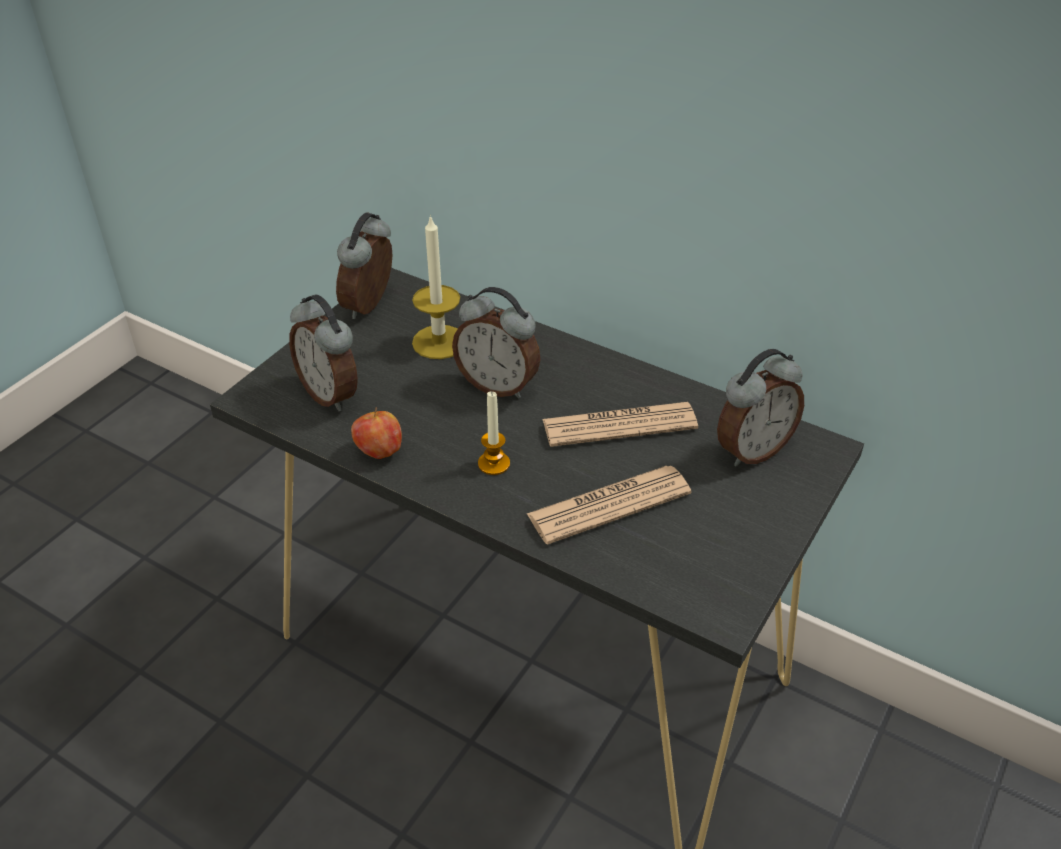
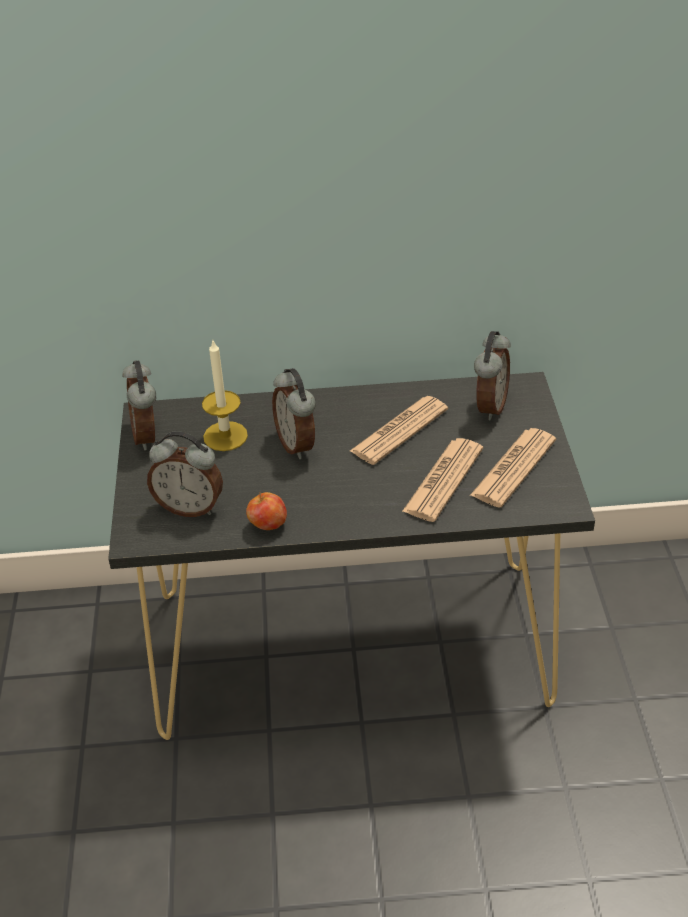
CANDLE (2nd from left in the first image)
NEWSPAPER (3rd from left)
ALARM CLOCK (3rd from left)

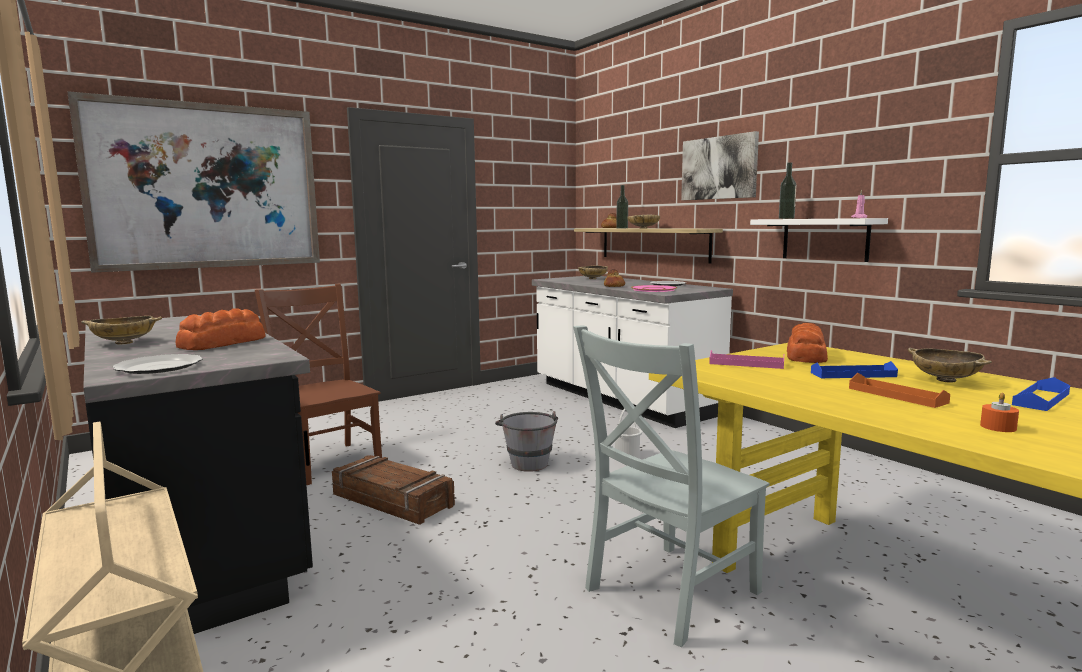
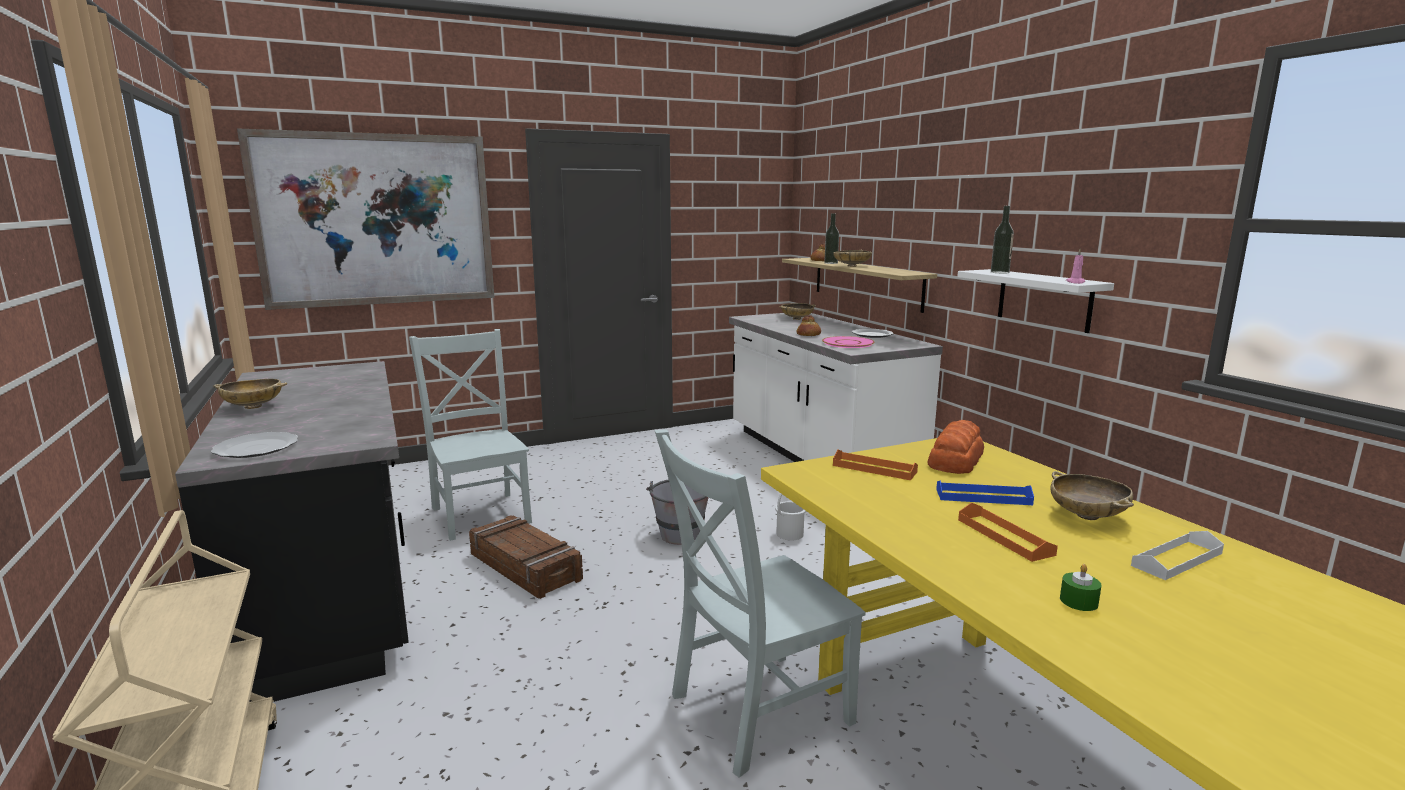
BREAD (1st from left in the first image)
PICTURE (2nd from left in the first image)
GREY CHAIR (1st from left)
ORANGE TRAY (1st from left)
GREEN CANDLE
WHITE TRAY

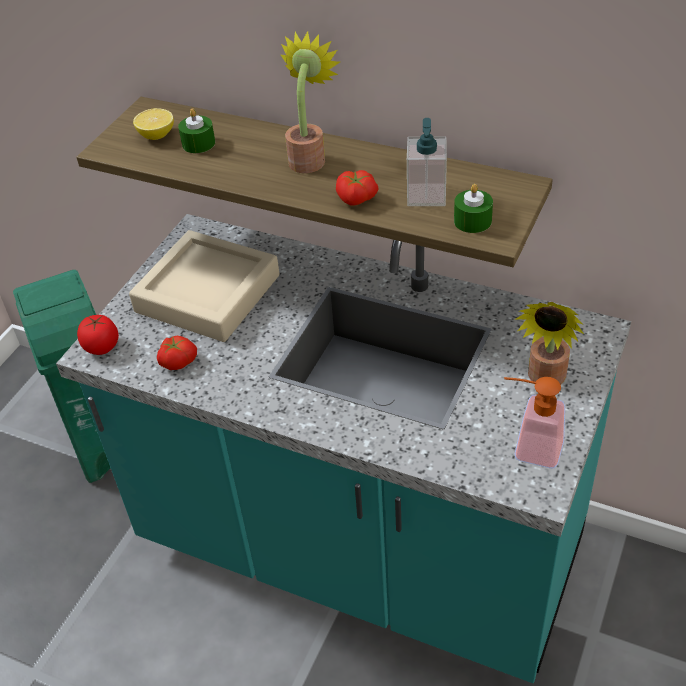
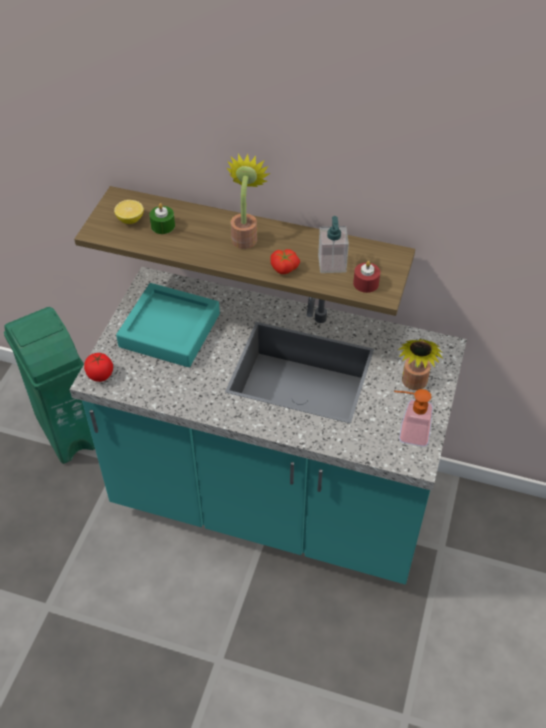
TOMATO (2nd from left in the first image)
TURQUOISE TRAY
RED CANDLE

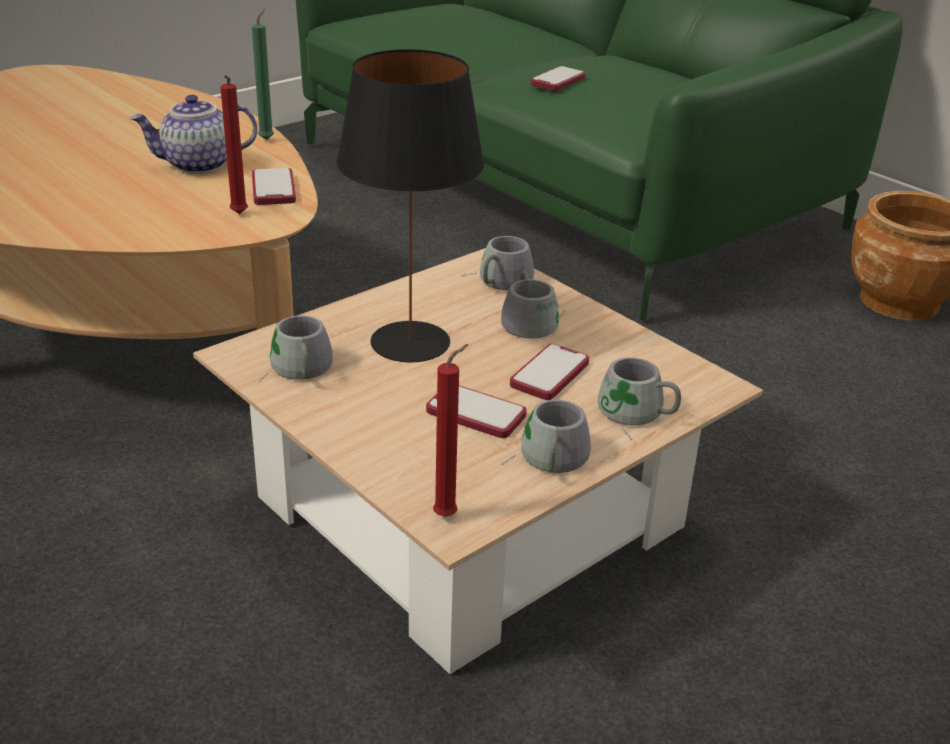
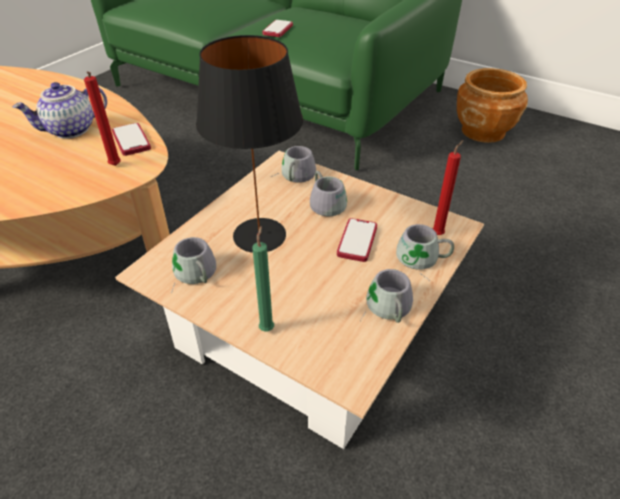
PHONE (2nd from left in the first image)
GREEN CANDLE
RED CANDLE (2nd from left)

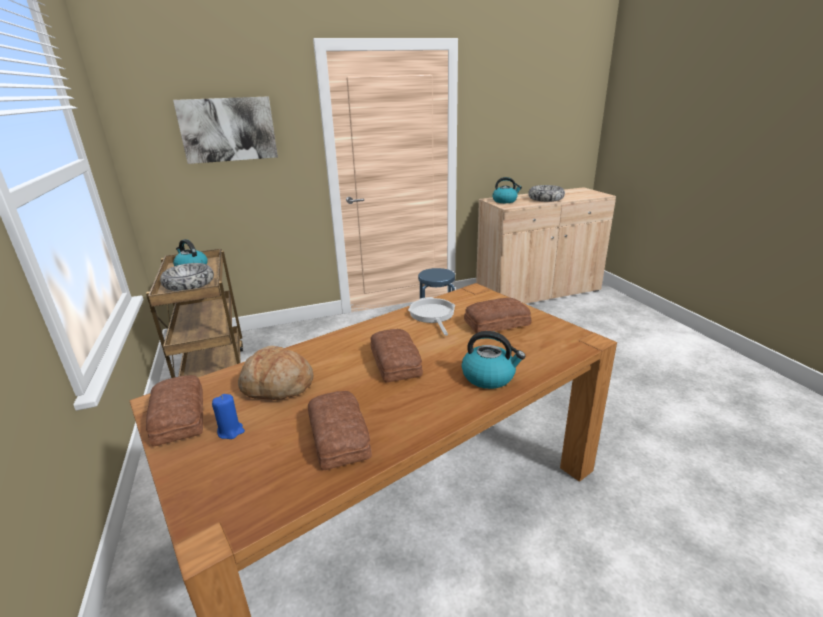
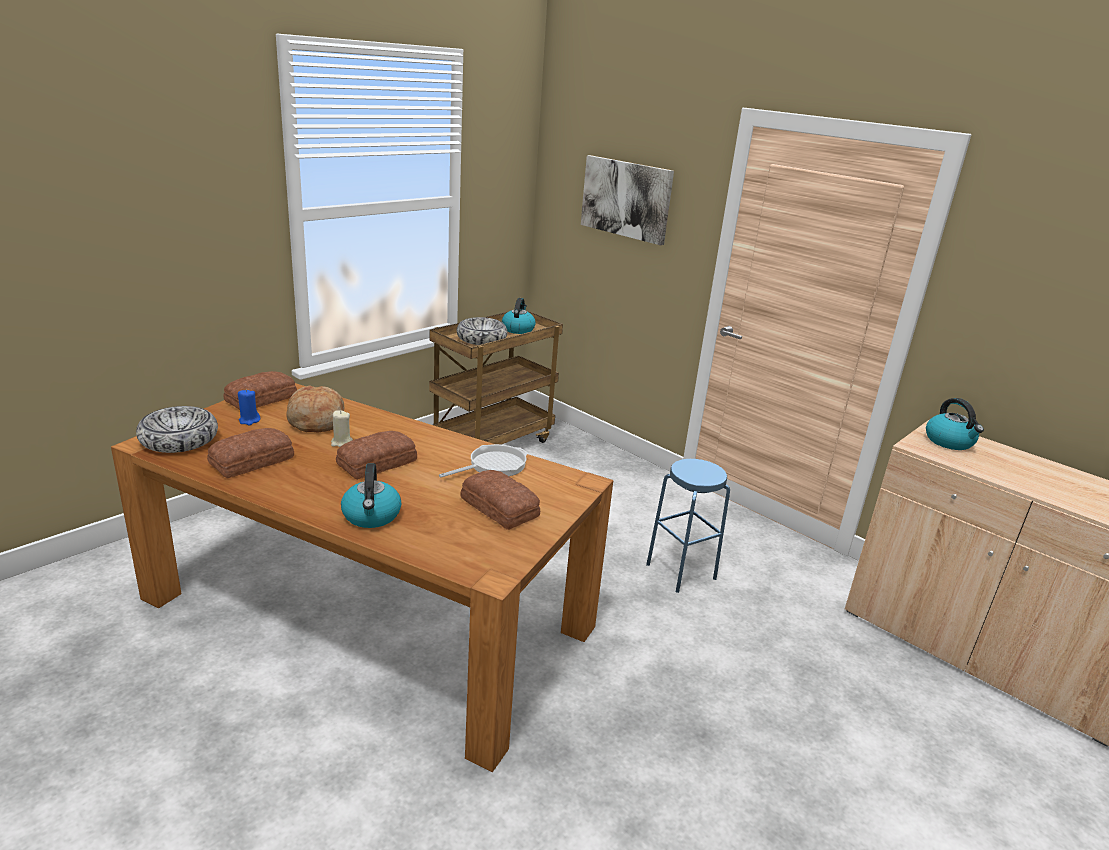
BEIGE CANDLE
BOWL (1st from left)

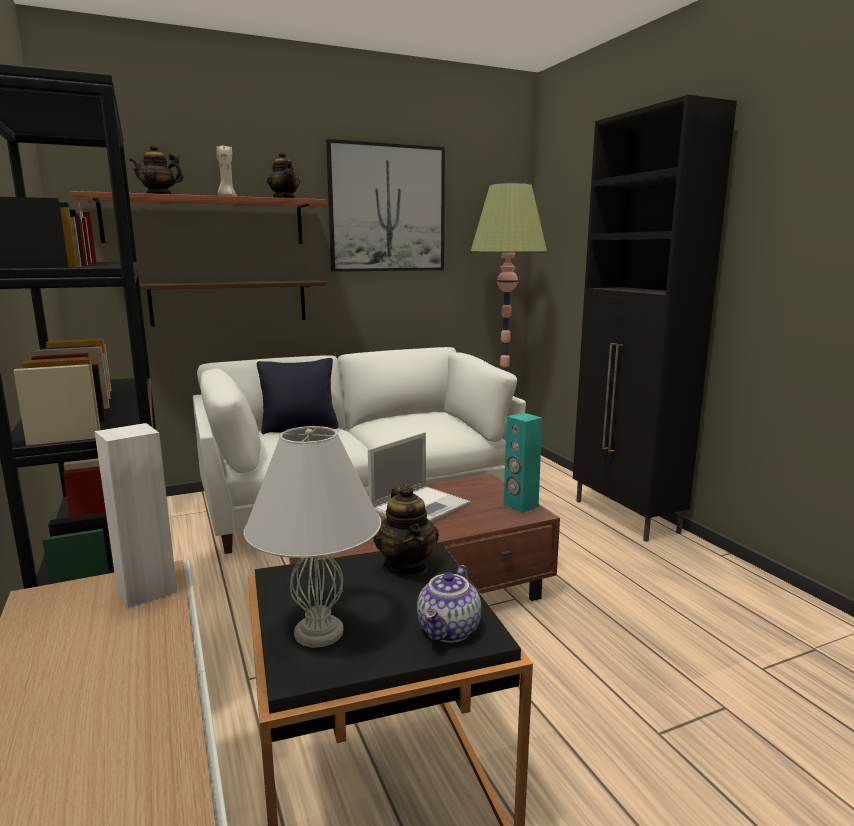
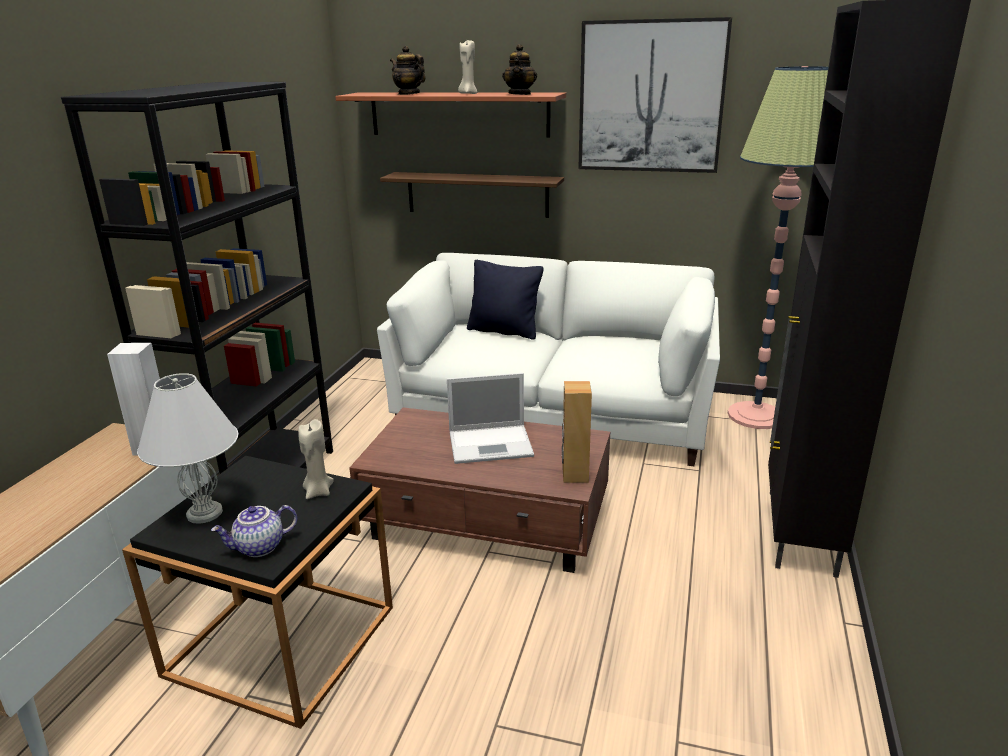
BEIGE CANDLE (1st from left)
BROWN SPEAKER

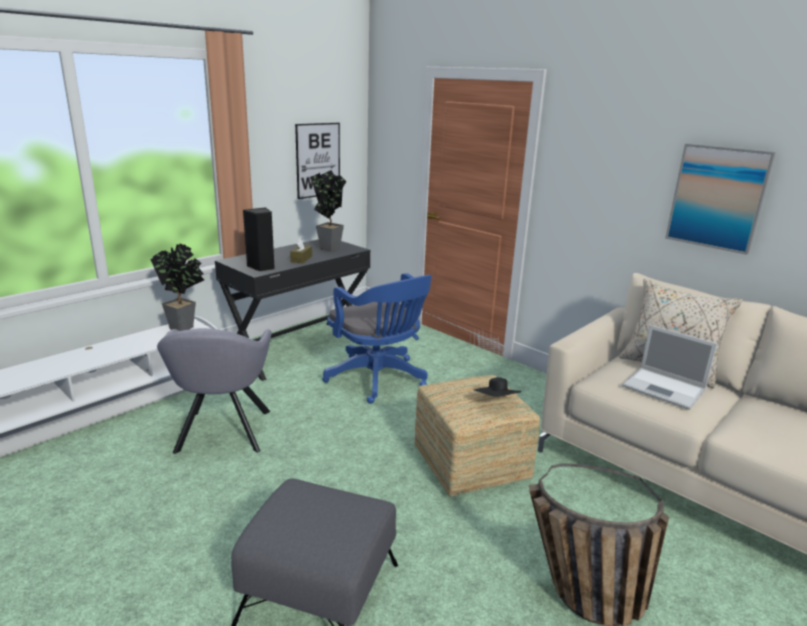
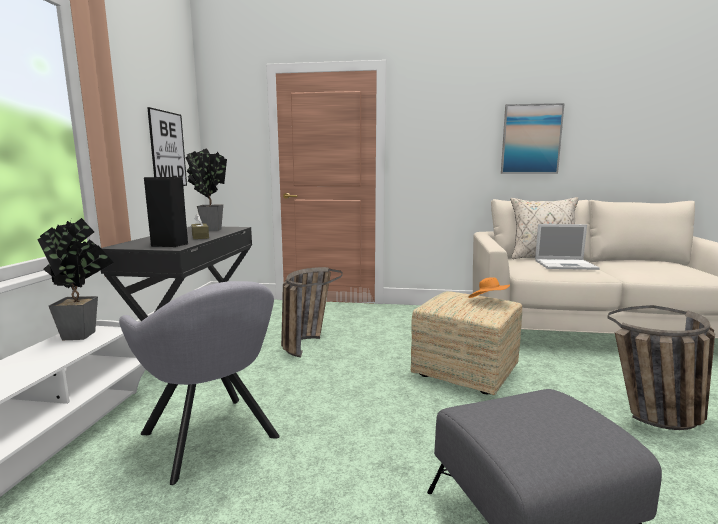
BASKET (1st from left)
ORANGE HAT

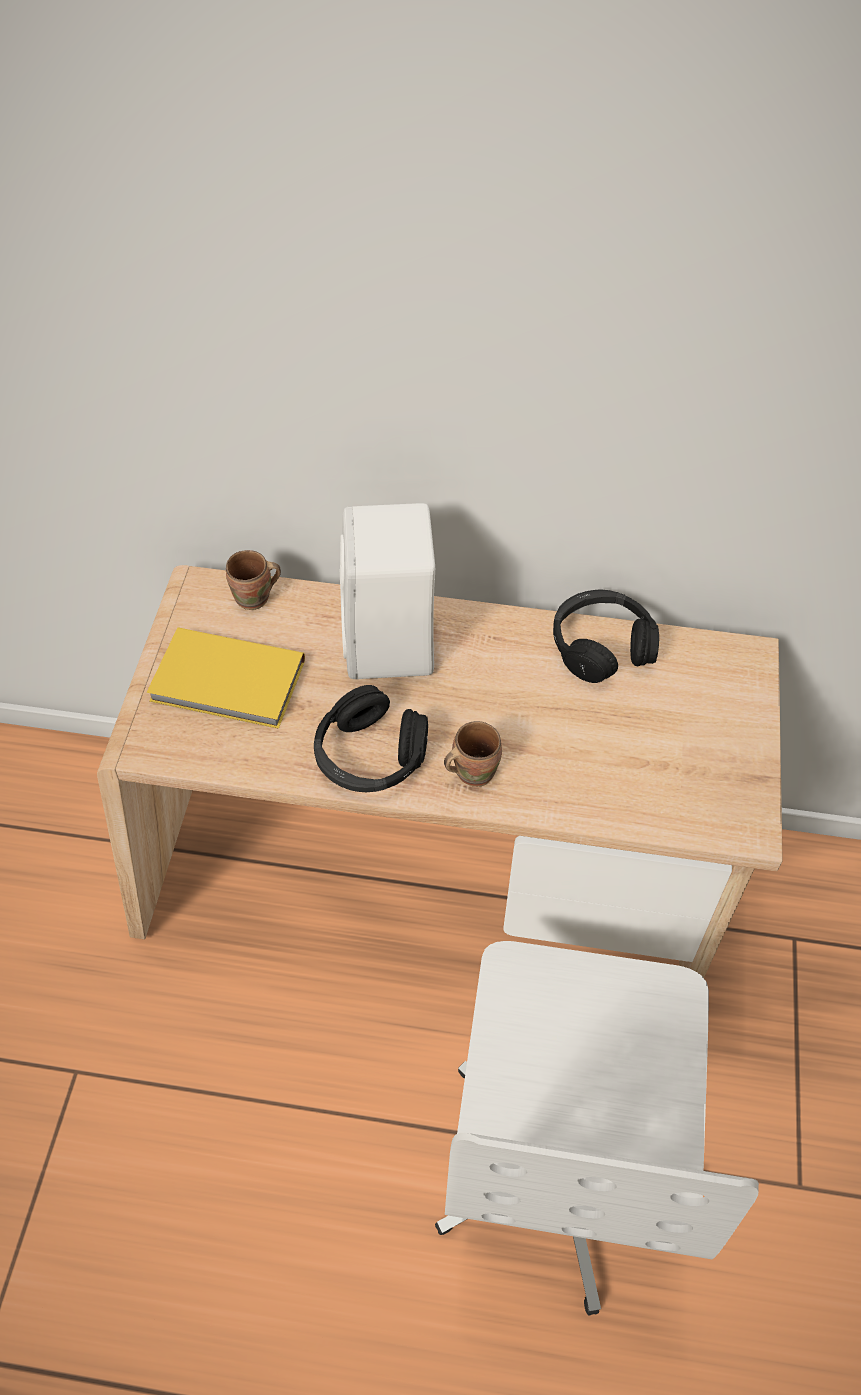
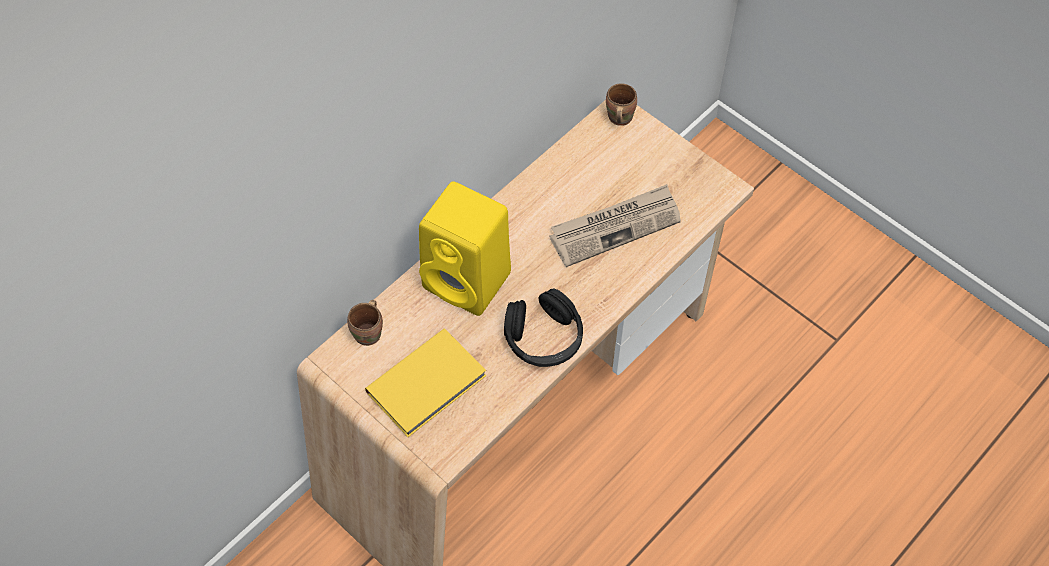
WHITE OFFICE CHAIR
BLACK HEADPHONES (2nd from left in the first image)
NEWSPAPER
BROWN MUG (2nd from left)
YELLOW SPEAKER

